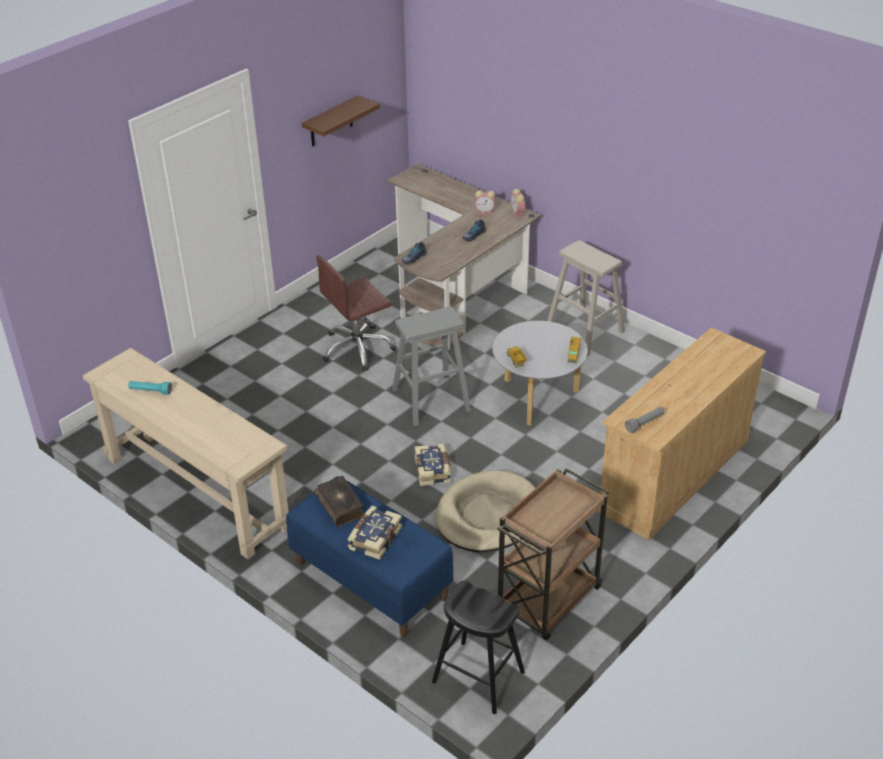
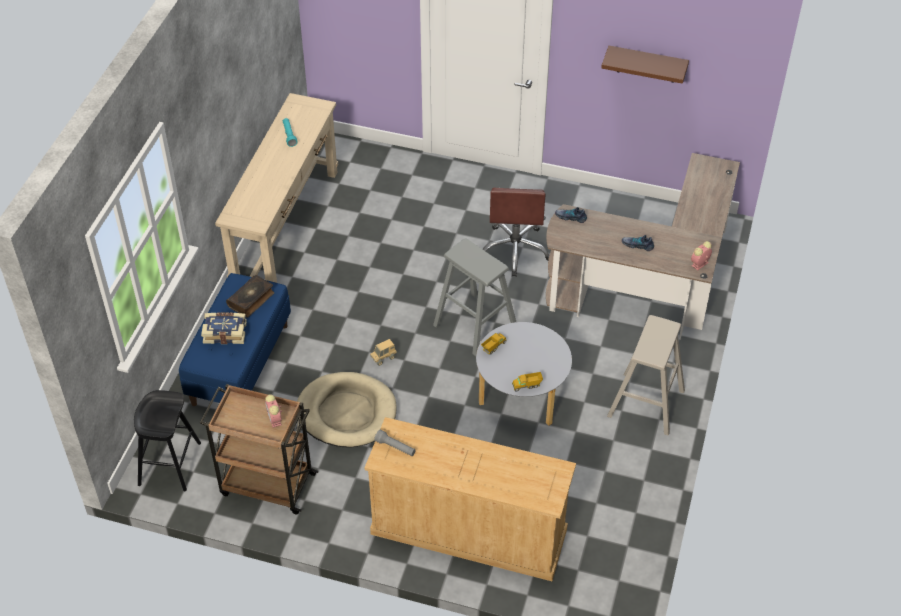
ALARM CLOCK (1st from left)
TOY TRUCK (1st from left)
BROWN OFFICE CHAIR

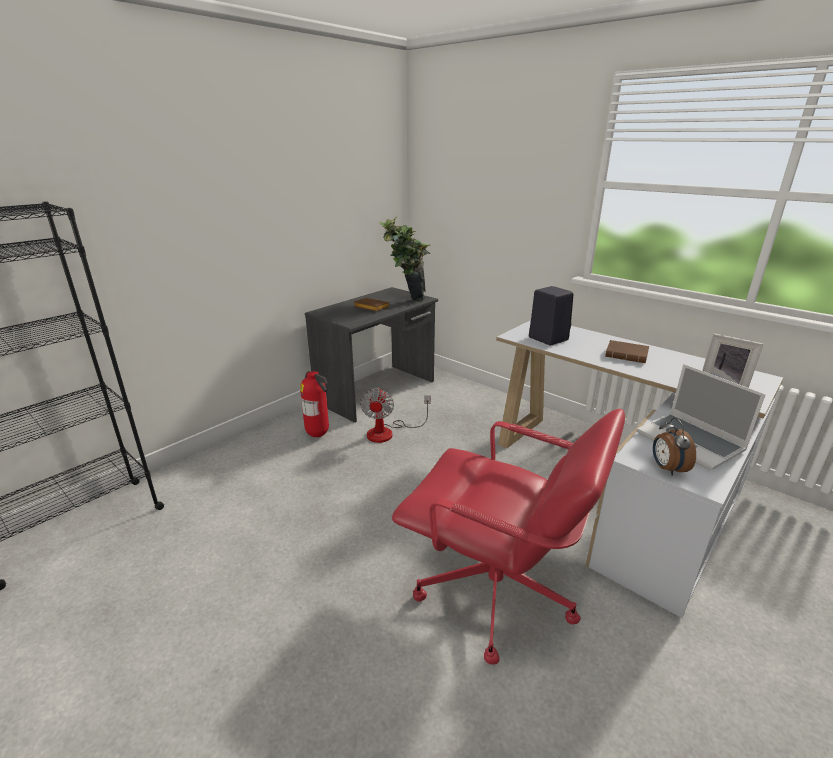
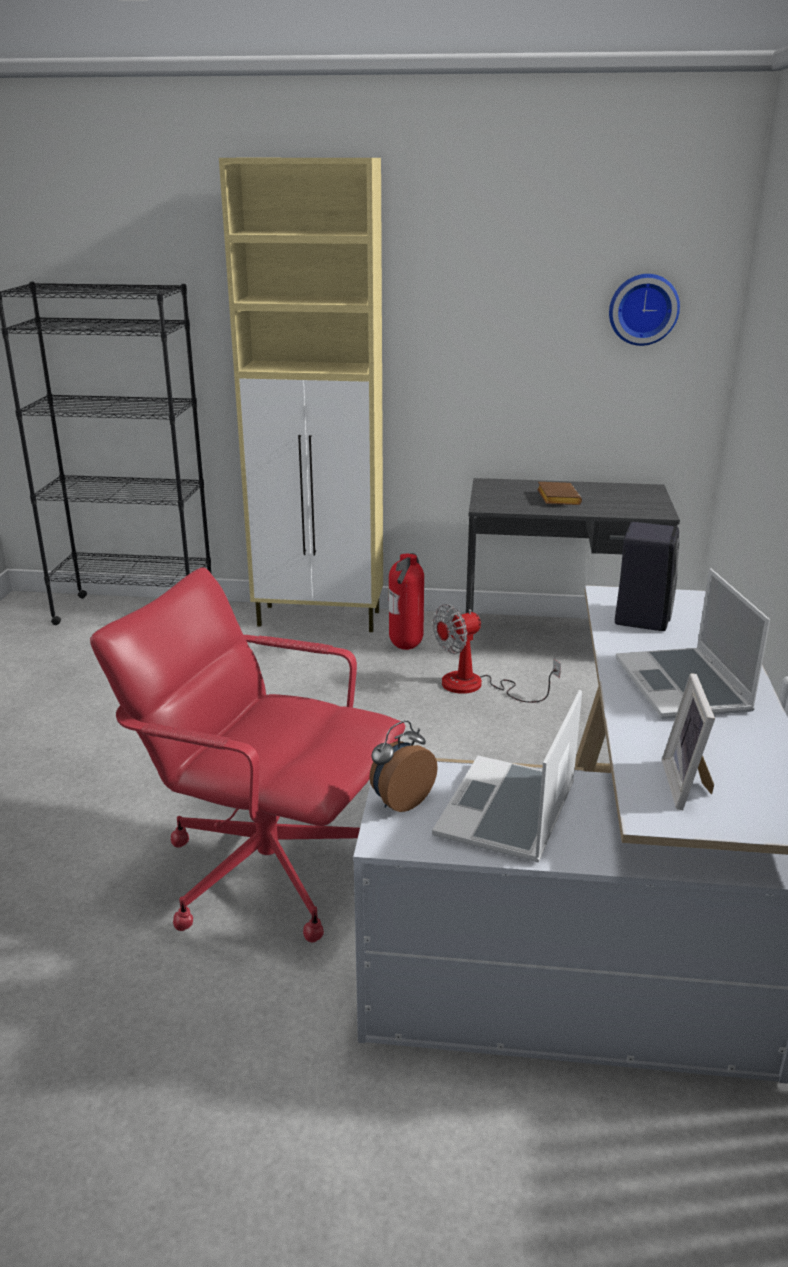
POTTED PLANT
BEIGE CABINET
WALL CLOCK
LAPTOP (2nd from left)
RED OFFICE CHAIR

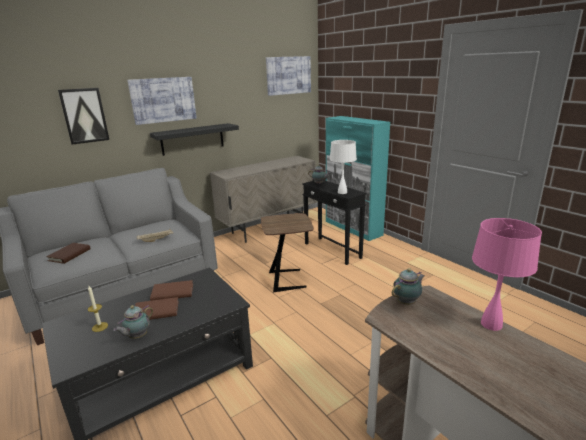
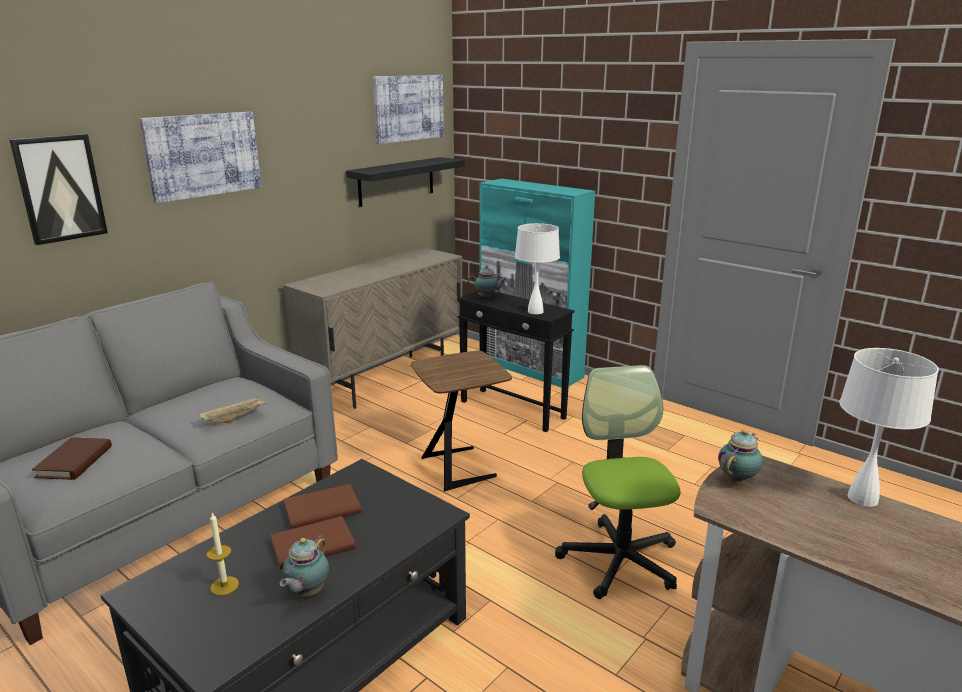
OFFICE CHAIR
BLACK SHELF
WHITE TABLE LAMP (2nd from left)

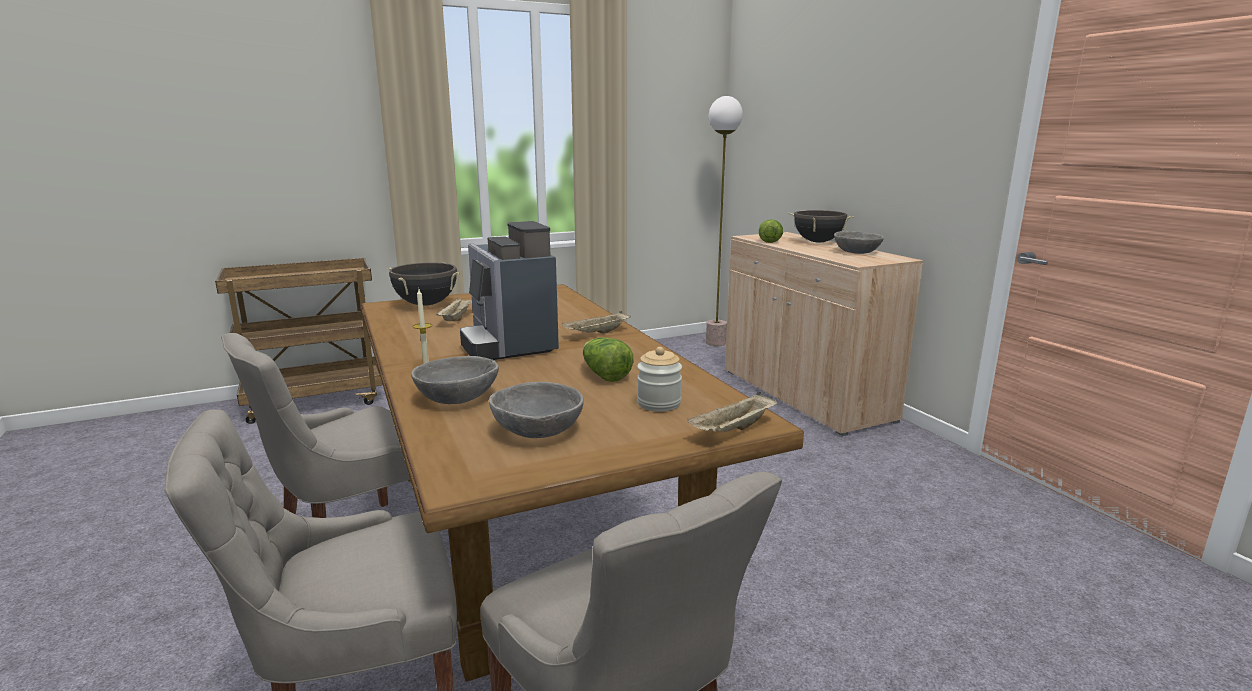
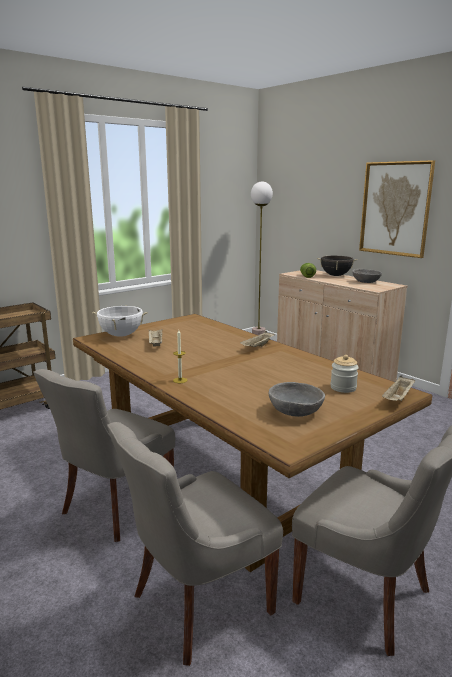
GREY BOWL (1st from left in the first image)
COFFEE MACHINE
LETTUCE (1st from left in the first image)
PICTURE
WHITE COOKING POT

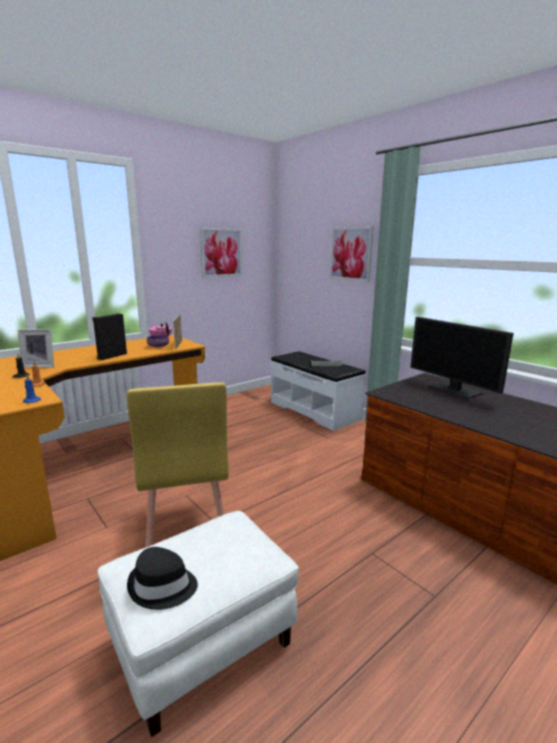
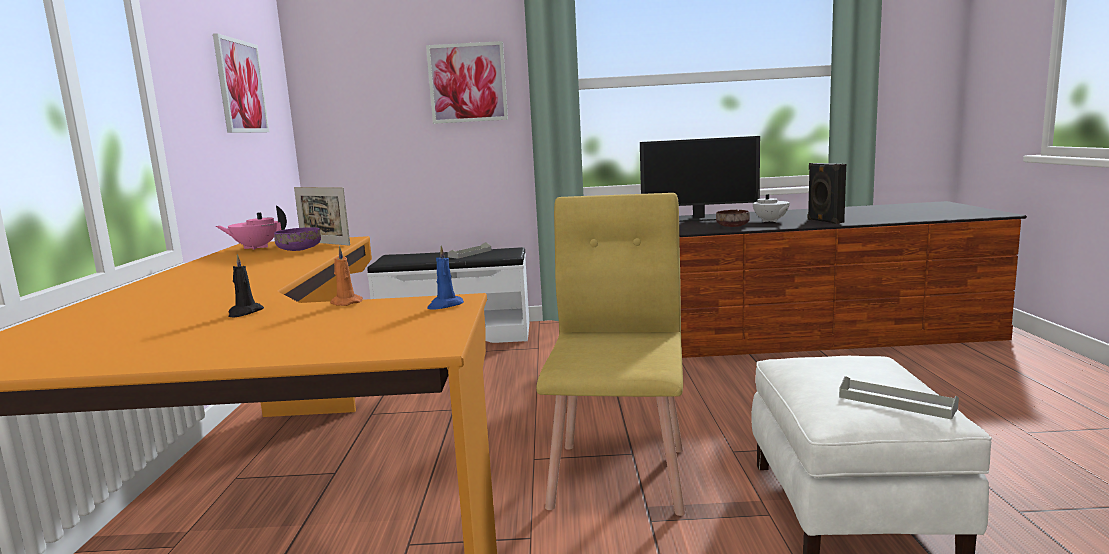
PICTURE FRAME (1st from left in the first image)
BROWN BOWL
WHITE TEAPOT
BLACK SPEAKER
GREY TRAY (2nd from left)
YELLOW CHAIR

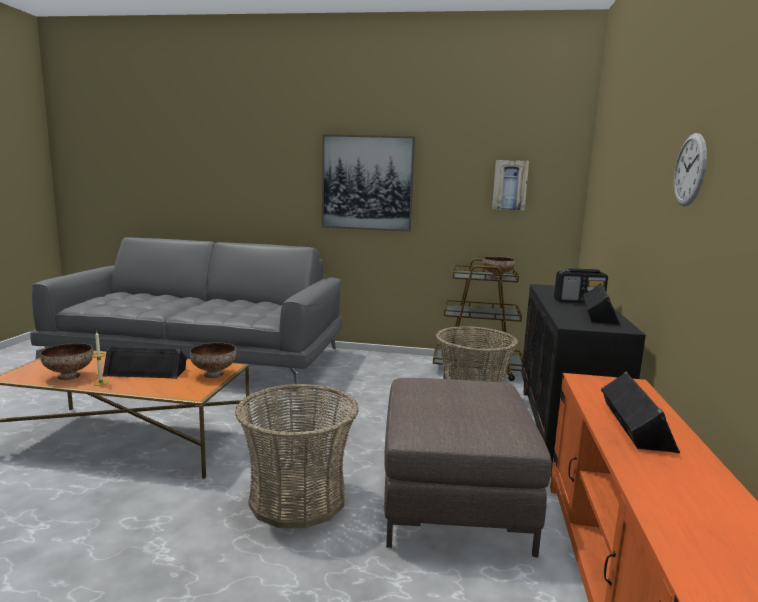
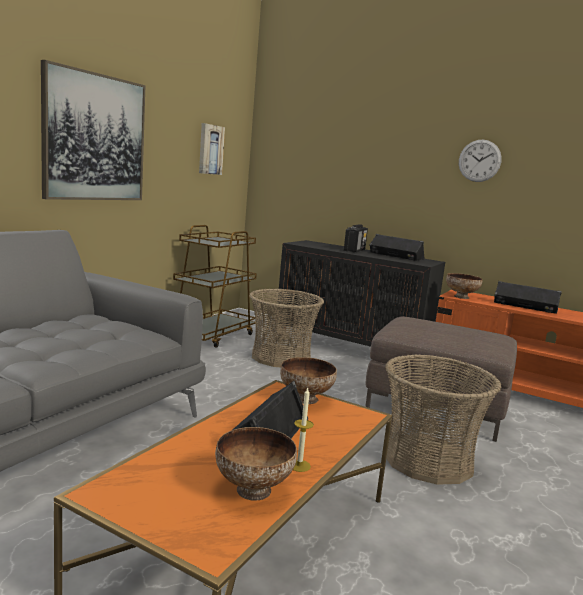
BOWL (3rd from left)

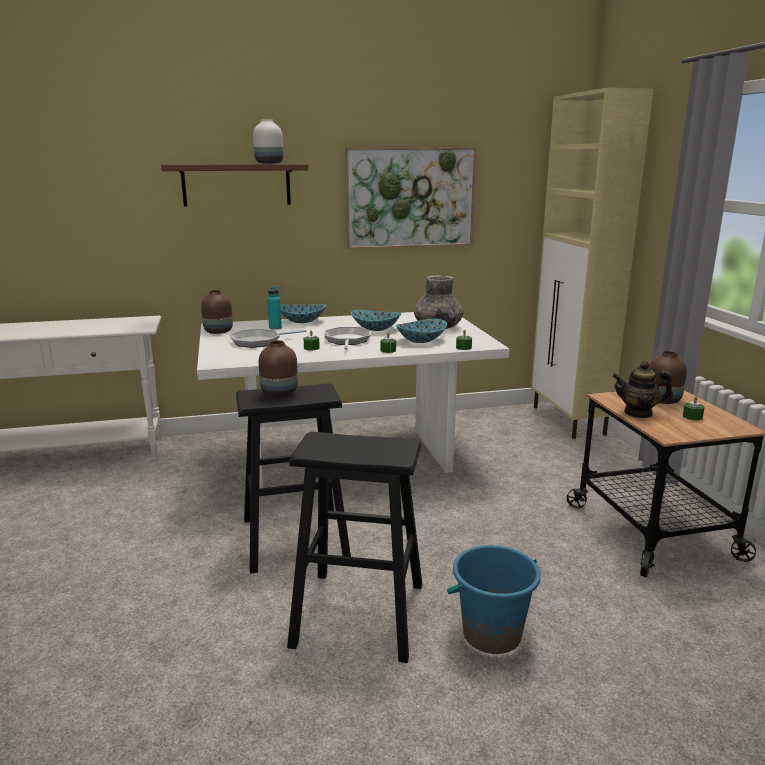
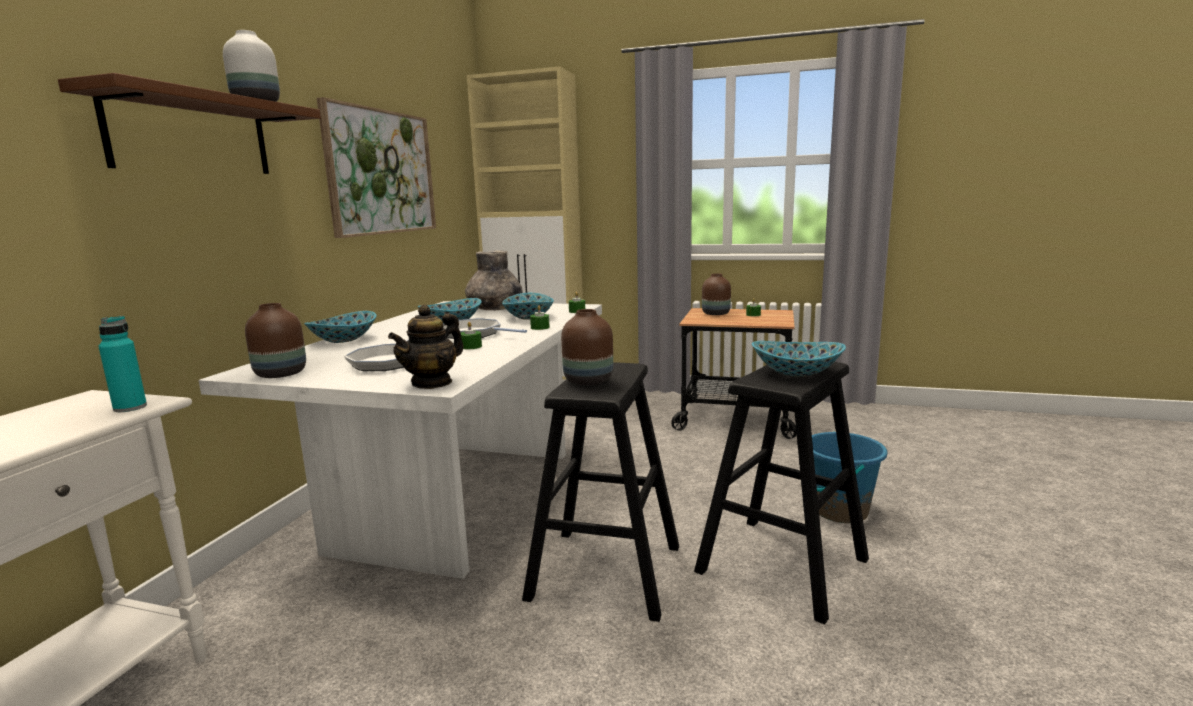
BOWL (4th from left)
TURQUOISE BOTTLE
TEAPOT

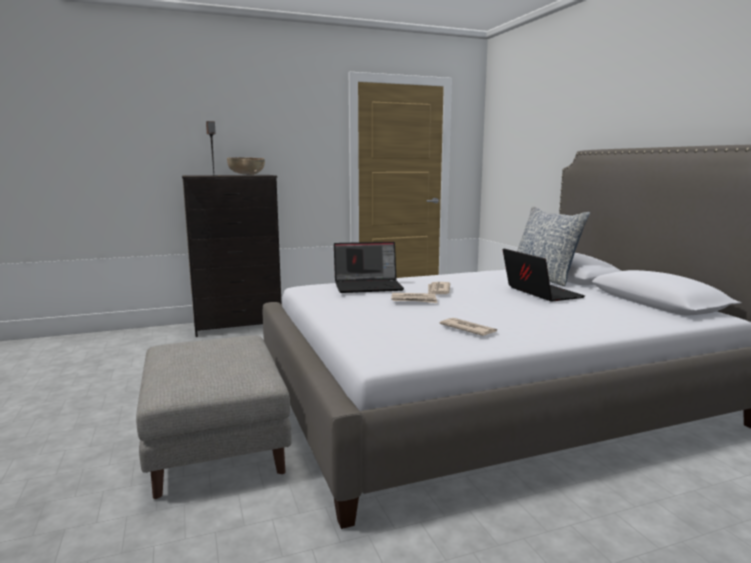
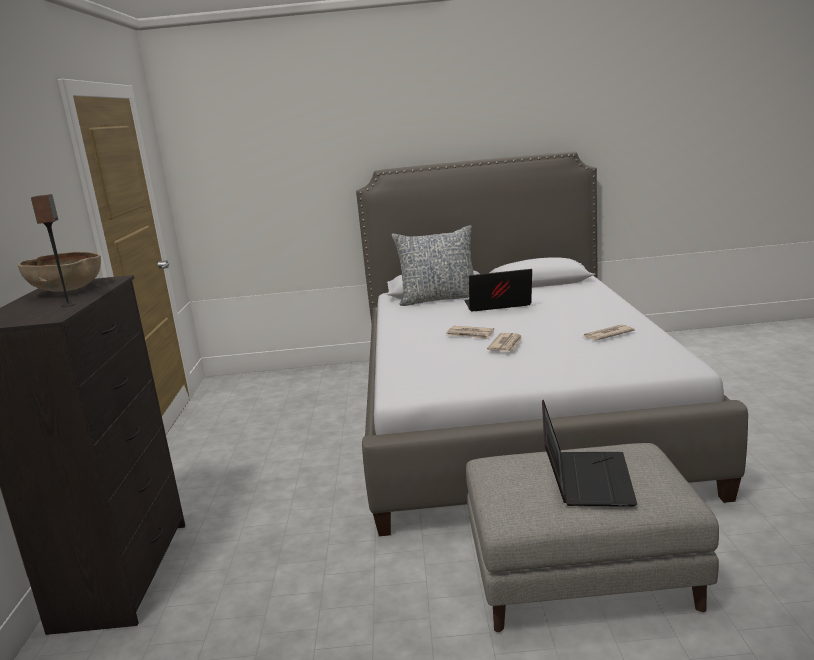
LAPTOP (2nd from left)

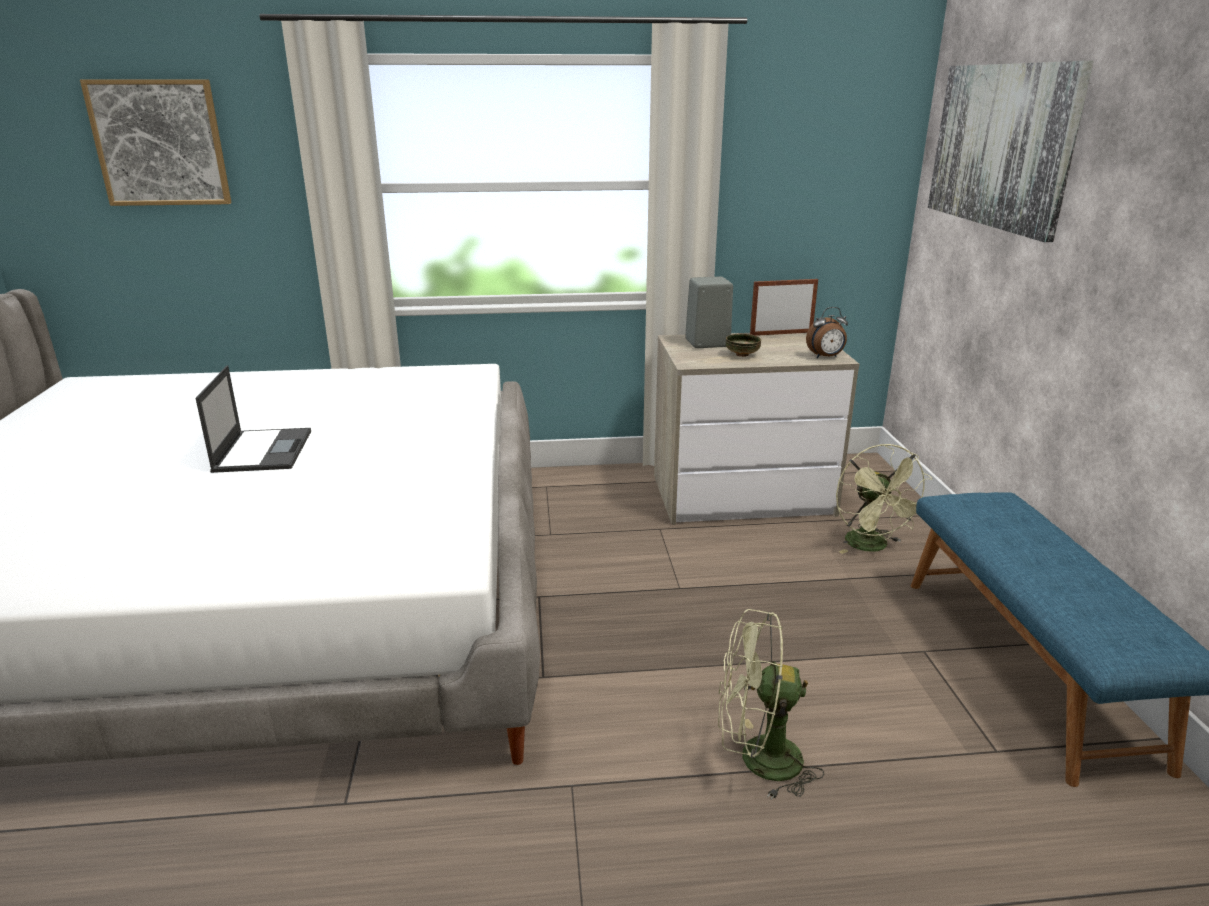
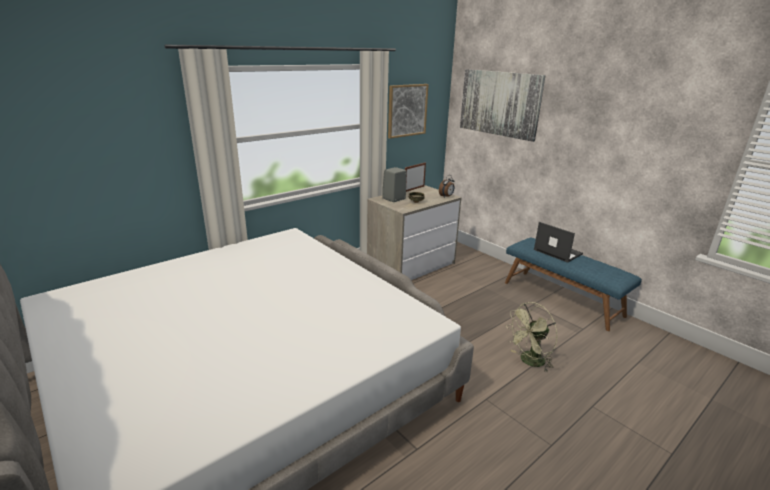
GREEN FAN (2nd from left in the first image)
PICTURE (1st from left)
LAPTOP

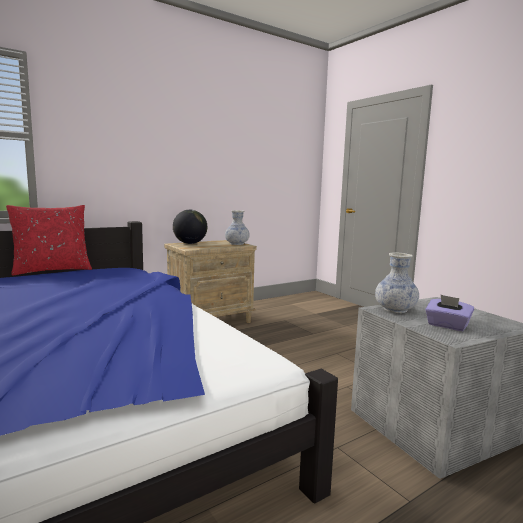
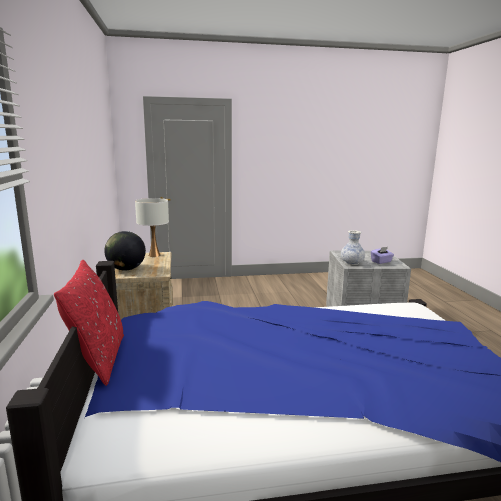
WHITE TABLE LAMP

